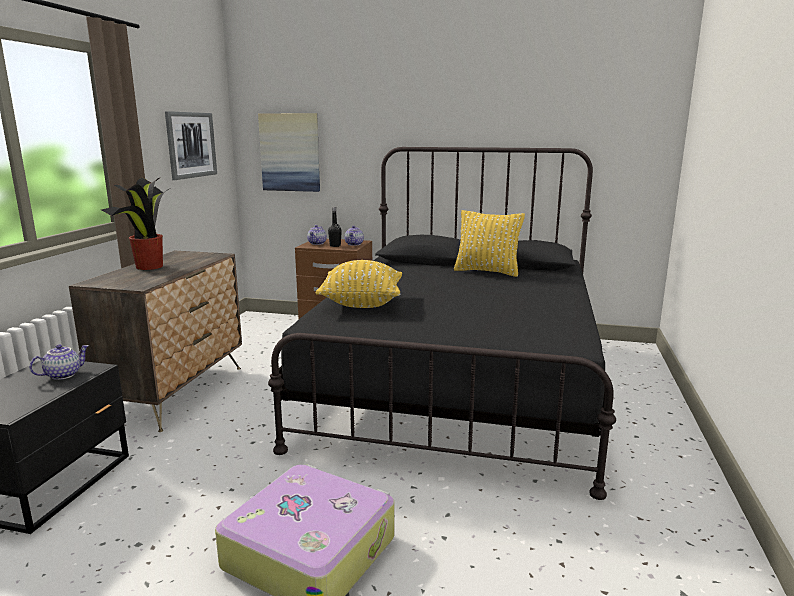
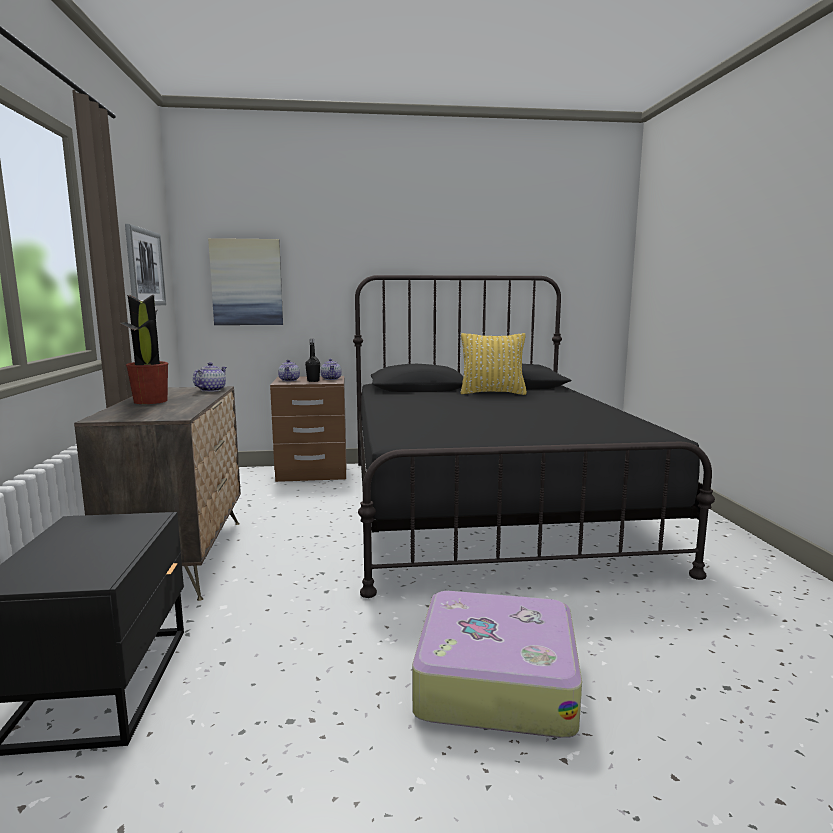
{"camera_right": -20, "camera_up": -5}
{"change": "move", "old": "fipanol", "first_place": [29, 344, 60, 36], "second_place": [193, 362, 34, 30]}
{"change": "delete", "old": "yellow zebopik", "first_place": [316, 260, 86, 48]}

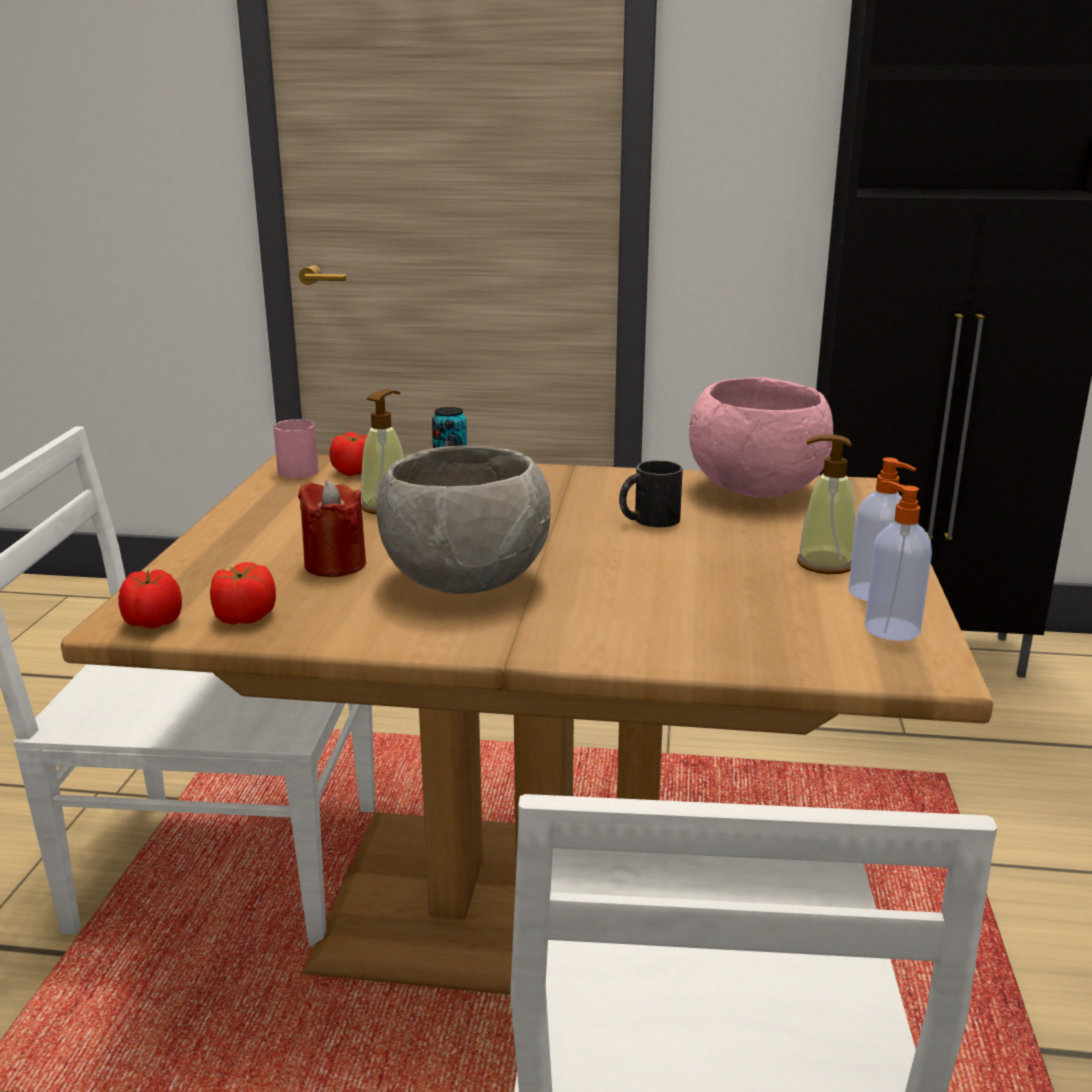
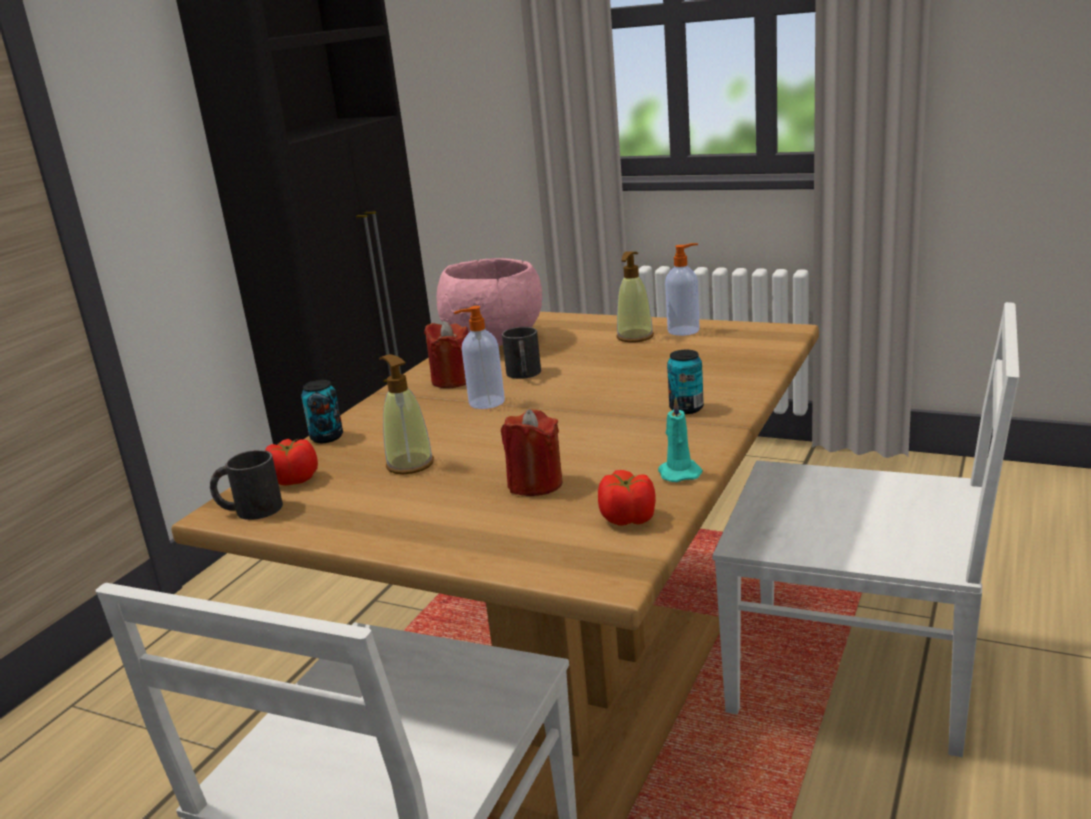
{"camera_right": -70, "camera_up": 0}
{"change": "recolor", "old": "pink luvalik", "new": "black luvalik", "first_place": [273, 419, 46, 59], "second_place": [210, 450, 73, 70]}
{"change": "insert", "new": "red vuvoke", "second_place": [424, 321, 44, 67]}
{"change": "move", "old": "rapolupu", "first_place": [865, 480, 67, 161], "second_place": [454, 306, 51, 103]}
{"change": "insert", "new": "turquoise vuvoke", "second_place": [658, 397, 45, 85]}
{"change": "insert", "new": "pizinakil", "second_place": [667, 350, 37, 64]}
{"change": "delete", "old": "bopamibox", "first_place": [118, 570, 64, 58]}
{"change": "delete", "old": "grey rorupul", "first_place": [376, 445, 175, 149]}

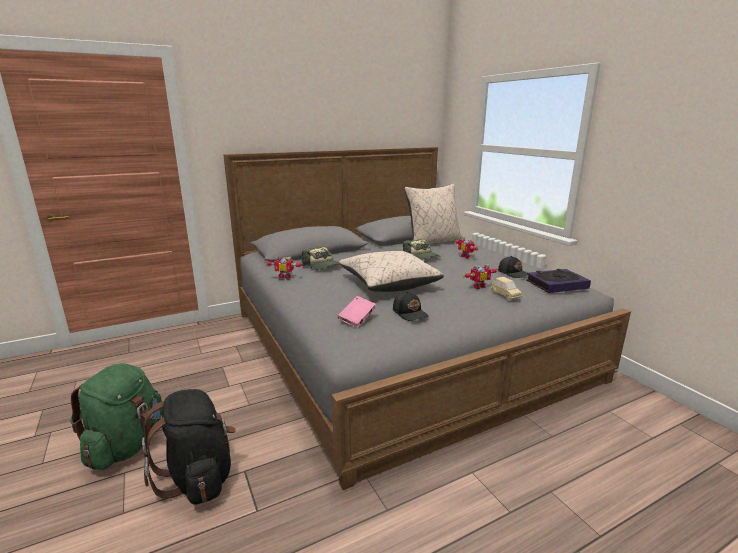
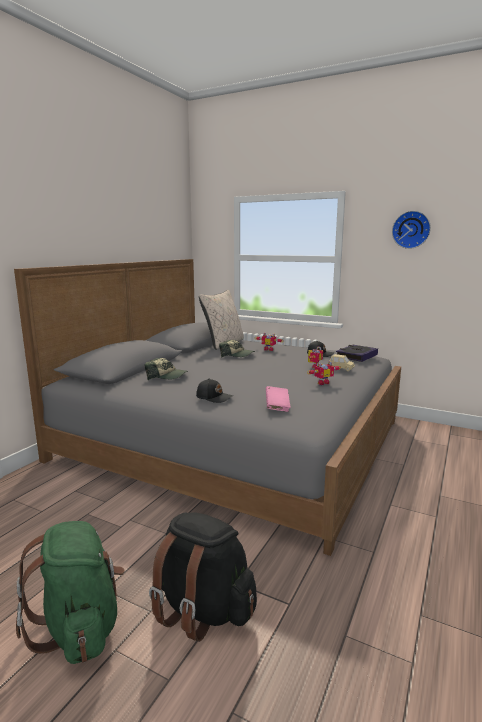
{"camera_right": -35, "camera_up": -5}
{"change": "move", "old": "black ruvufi", "first_place": [393, 291, 36, 30], "second_place": [196, 378, 37, 25]}
{"change": "move", "old": "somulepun", "first_place": [265, 256, 39, 23], "second_place": [307, 361, 34, 24]}
{"change": "insert", "new": "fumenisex", "second_place": [392, 211, 39, 38]}
{"change": "delete", "old": "beige zebopik", "first_place": [339, 251, 105, 41]}

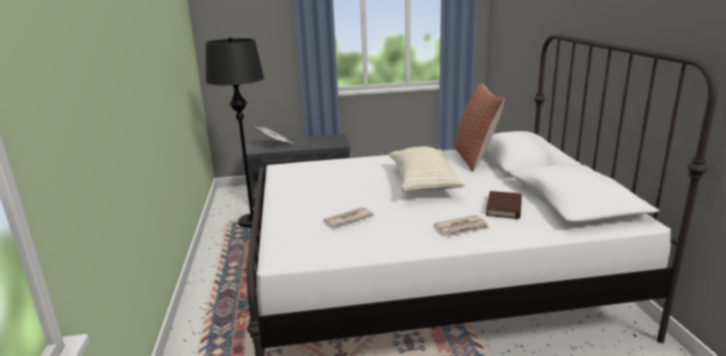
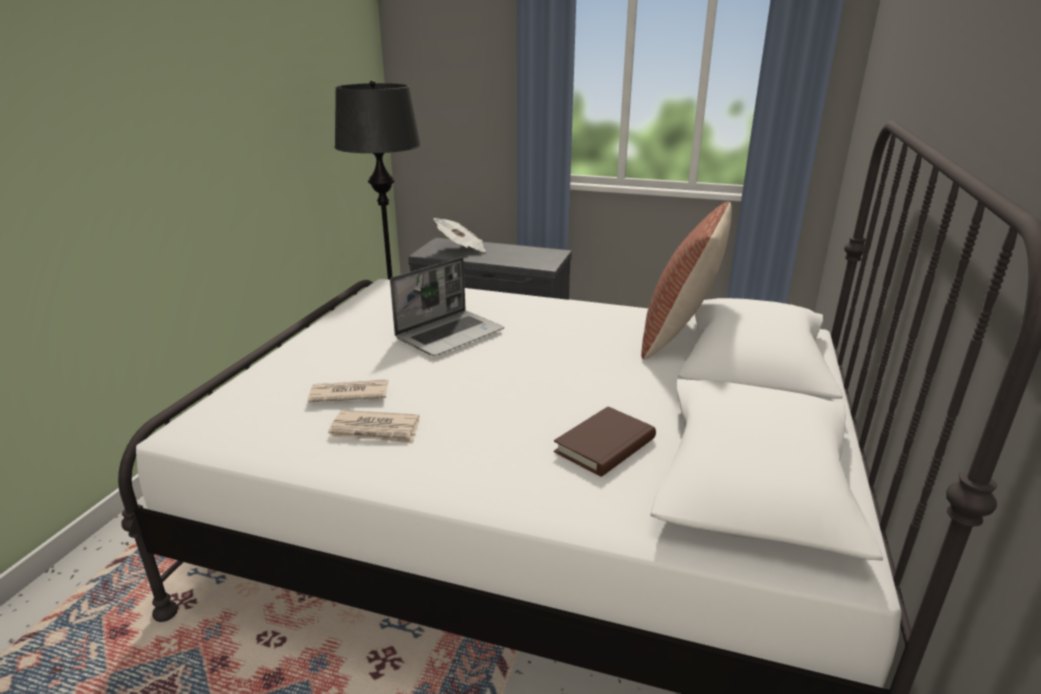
{"camera_right": 25, "camera_up": 5}
{"change": "move", "old": "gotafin", "first_place": [434, 215, 56, 21], "second_place": [328, 410, 91, 34]}
{"change": "insert", "new": "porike", "second_place": [390, 257, 114, 99]}
{"change": "delete", "old": "beige zebopik", "first_place": [389, 146, 76, 46]}

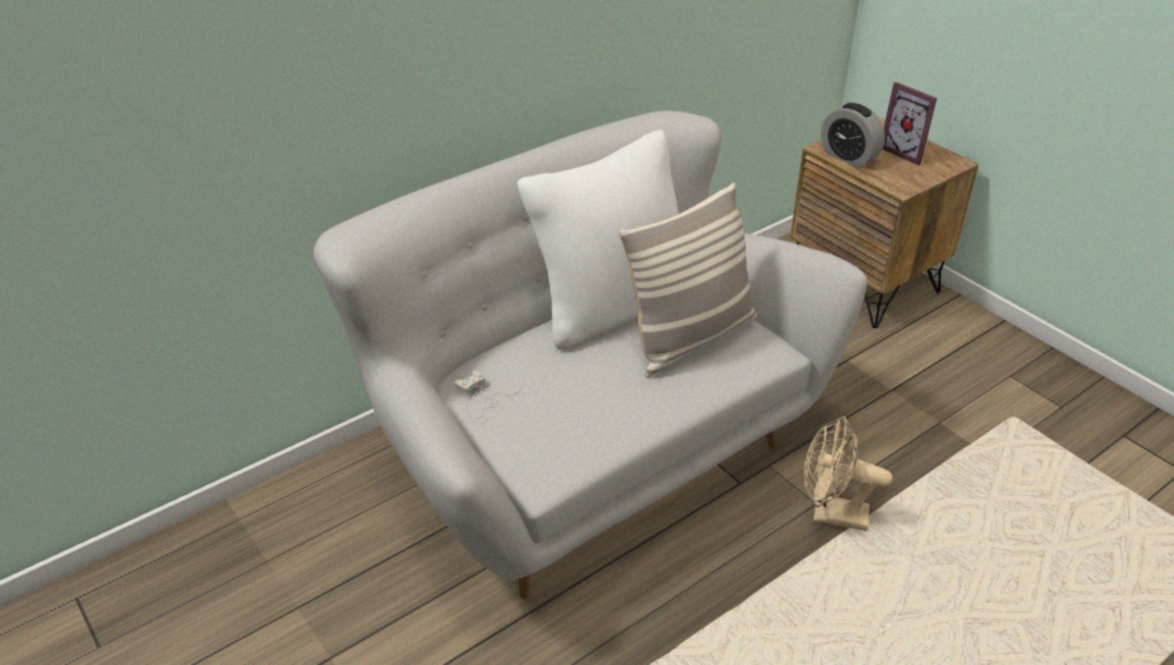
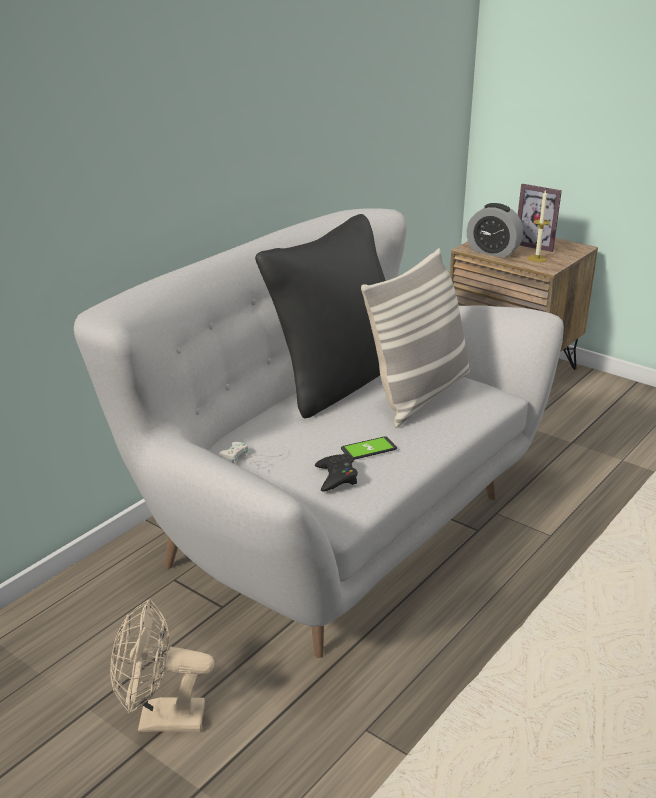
{"camera_right": -15, "camera_up": -10}
{"change": "move", "old": "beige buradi", "first_place": [804, 416, 89, 115], "second_place": [110, 599, 105, 133]}
{"change": "recolor", "old": "white zebopik", "new": "black zebopik", "first_place": [517, 130, 162, 220], "second_place": [255, 214, 131, 204]}
{"change": "insert", "new": "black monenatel", "second_place": [315, 453, 43, 38]}
{"change": "insert", "new": "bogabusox", "second_place": [341, 436, 56, 24]}
{"change": "insert", "new": "vuvoke", "second_place": [528, 189, 22, 73]}

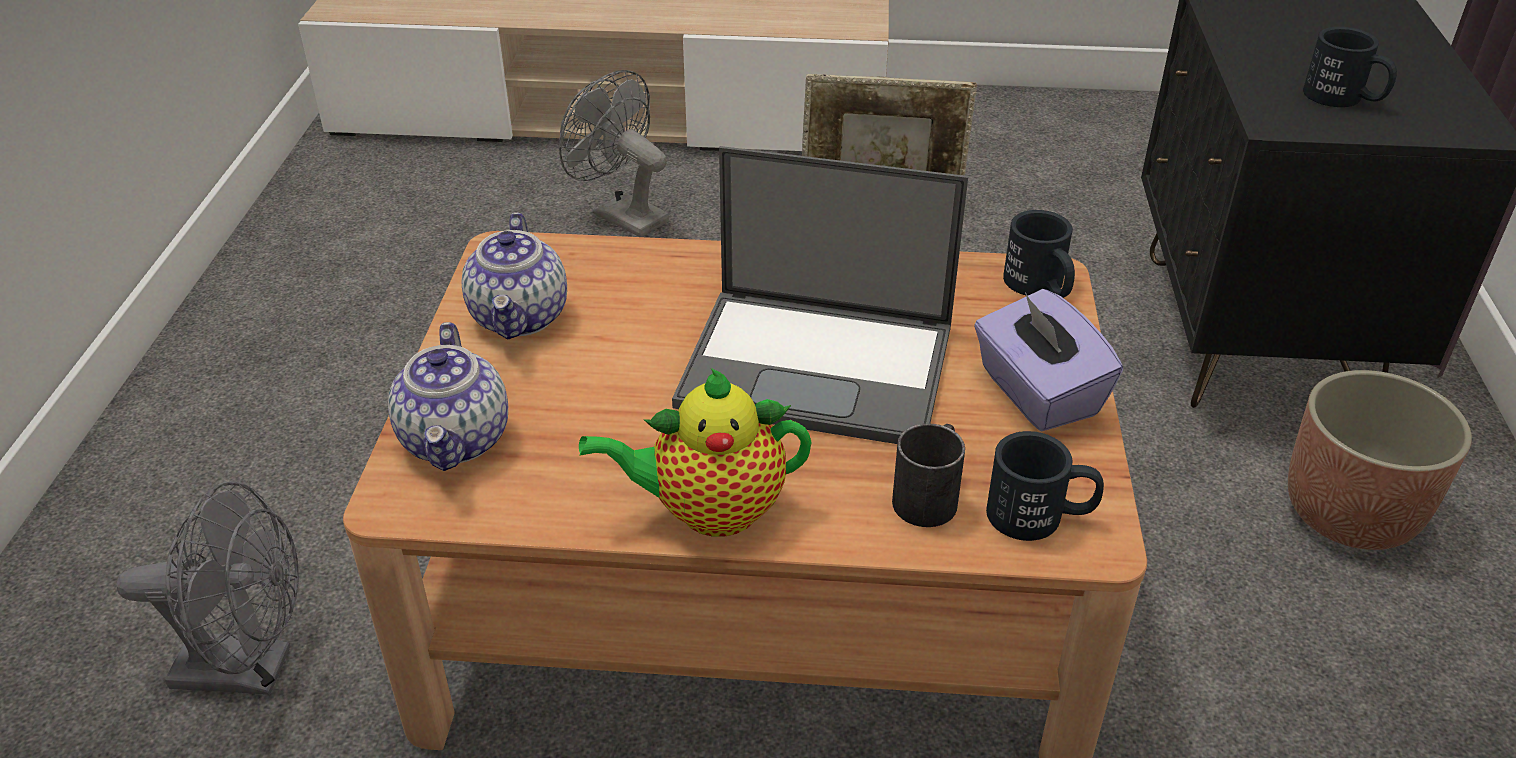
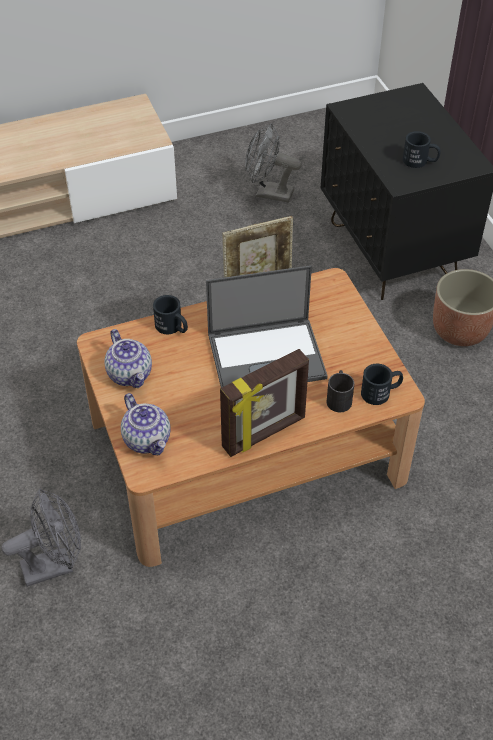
{"camera_right": -25, "camera_up": 10}
{"change": "move", "old": "black luvalik", "first_place": [1003, 210, 72, 88], "second_place": [153, 295, 35, 39]}
{"change": "replace", "old": "fipanol", "new": "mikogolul", "first_place": [579, 368, 232, 169], "second_place": [220, 349, 89, 108]}
{"change": "move", "old": "grey buradi", "first_place": [559, 70, 110, 167], "second_place": [245, 123, 57, 80]}
{"change": "delete", "old": "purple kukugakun", "first_place": [974, 289, 149, 142]}

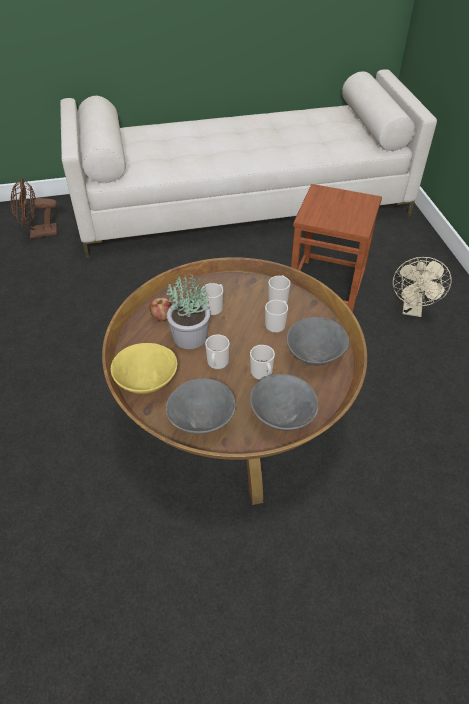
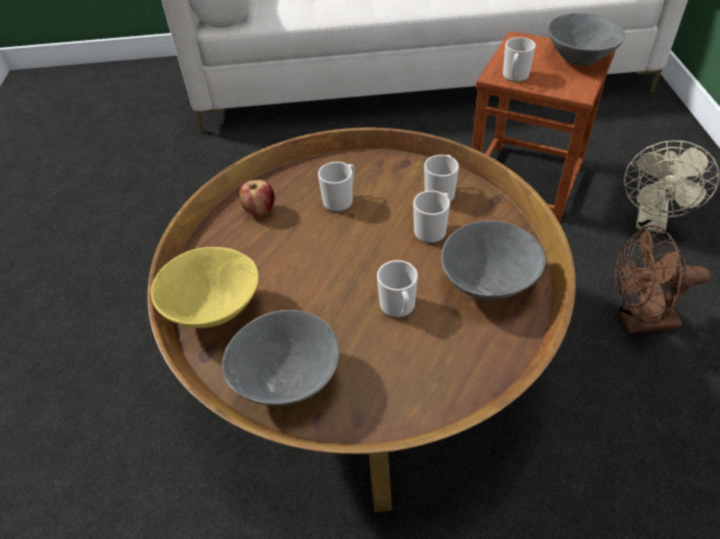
{"camera_right": 10, "camera_up": 0}
{"change": "move", "old": "luvalik", "first_place": [205, 334, 25, 36], "second_place": [503, 37, 33, 45]}
{"change": "move", "old": "grey rorupul", "first_place": [250, 374, 68, 57], "second_place": [548, 13, 77, 53]}
{"change": "move", "old": "brown buradi", "first_place": [11, 178, 46, 60], "second_place": [615, 225, 96, 109]}
{"change": "delete", "old": "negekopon", "first_place": [167, 274, 43, 75]}

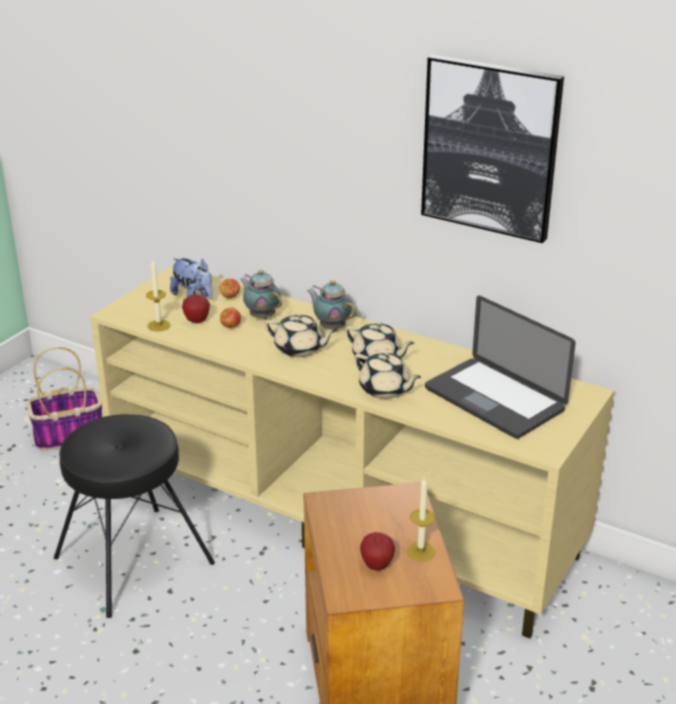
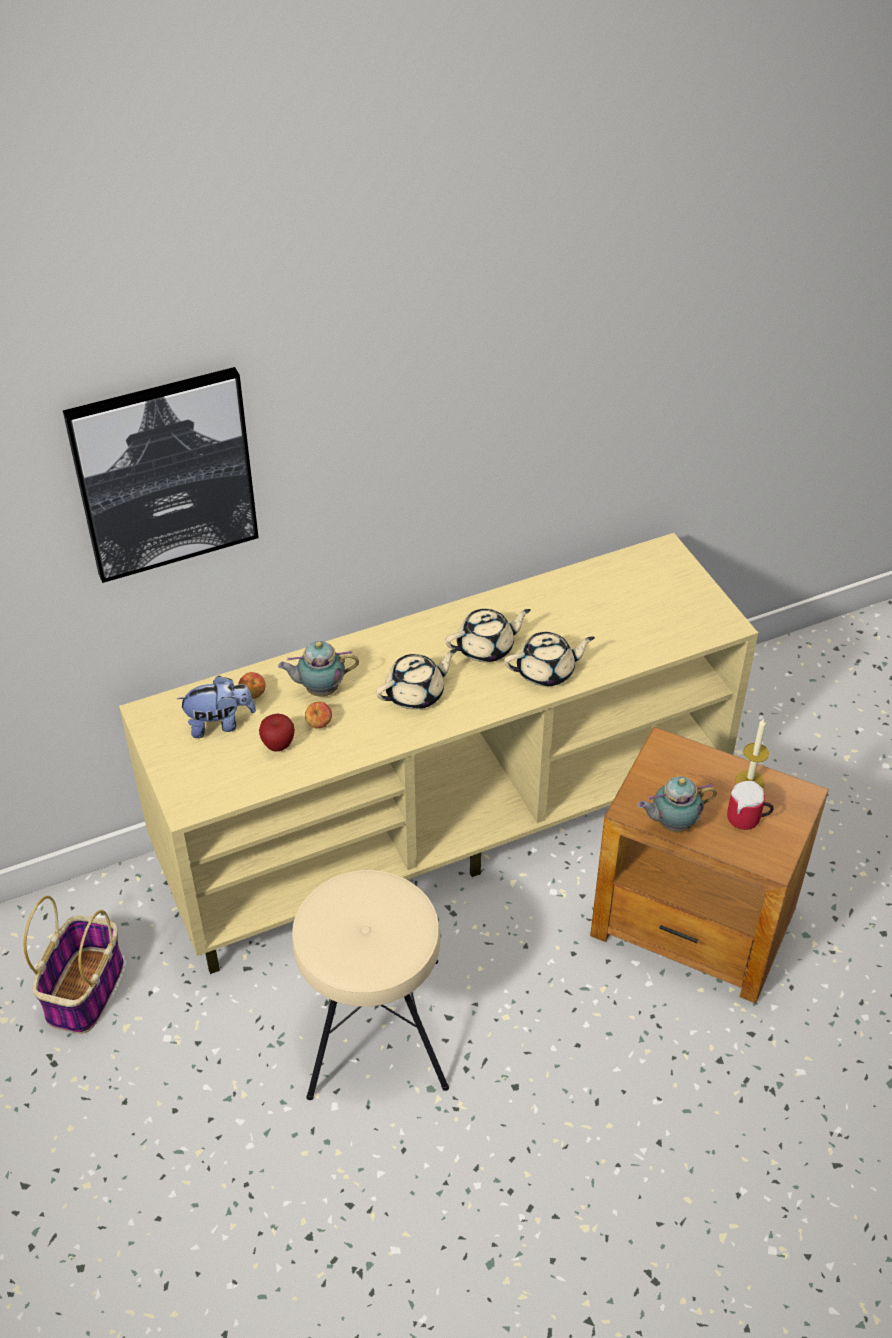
{"camera_right": -55, "camera_up": 15}
{"change": "move", "old": "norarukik", "first_place": [421, 55, 143, 188], "second_place": [63, 367, 196, 216]}
{"change": "recolor", "old": "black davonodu", "new": "beige davonodu", "first_place": [54, 414, 161, 204], "second_place": [292, 870, 157, 230]}
{"change": "move", "old": "fipanol", "first_place": [307, 280, 50, 50], "second_place": [638, 776, 79, 57]}
{"change": "replace", "old": "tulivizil", "new": "luvalik", "first_place": [360, 532, 35, 38], "second_place": [727, 781, 47, 49]}
{"change": "delete", "old": "vuvoke", "first_place": [146, 260, 24, 71]}
{"change": "delete", "old": "porike", "first_place": [425, 296, 151, 143]}

